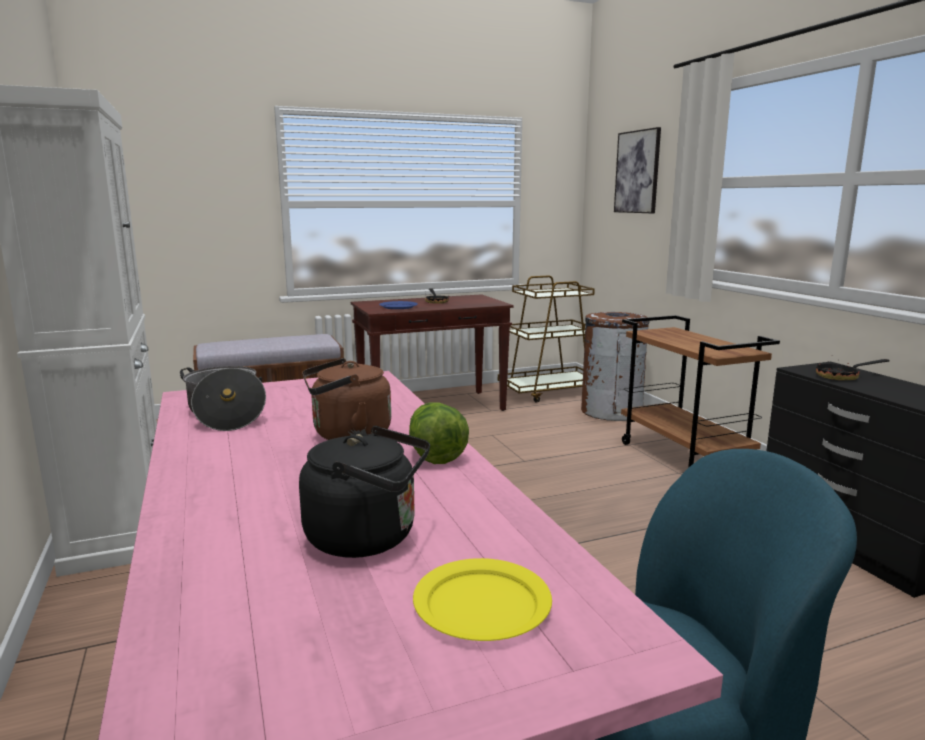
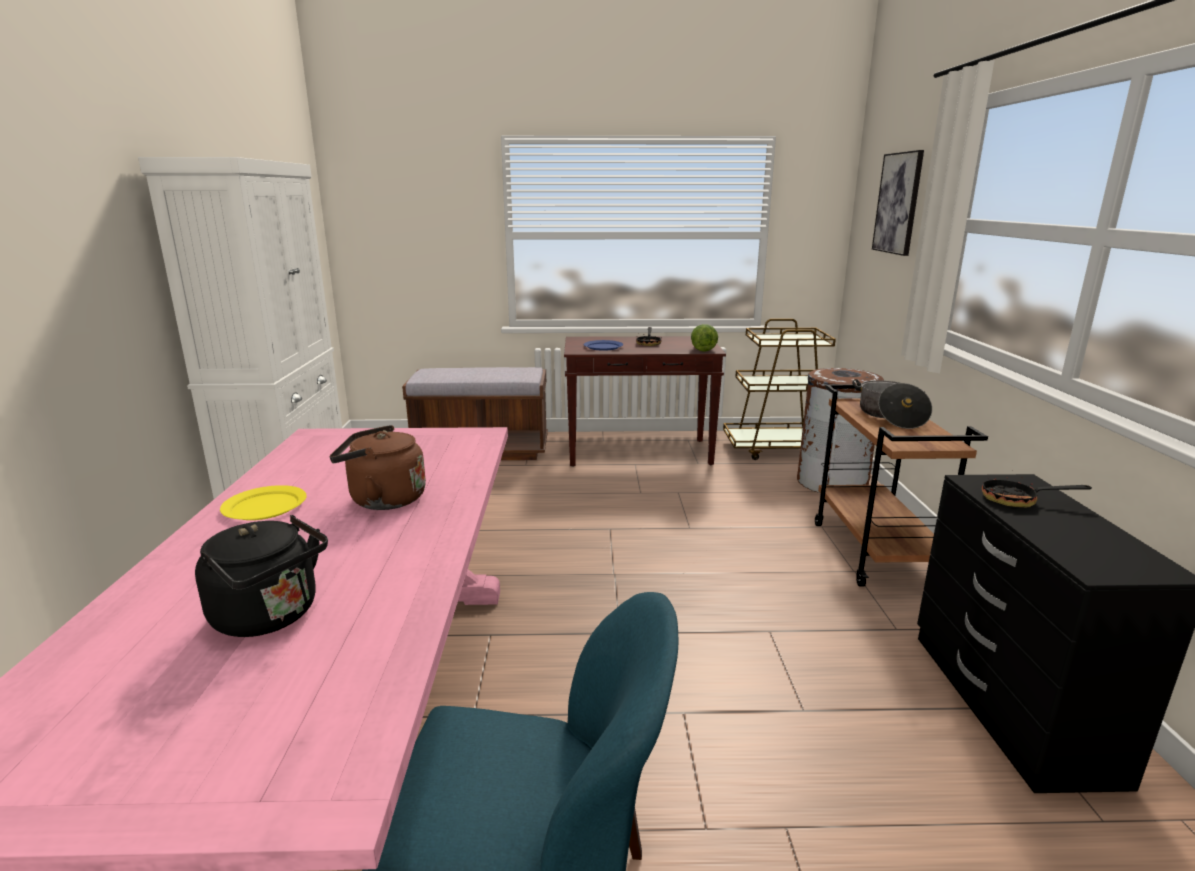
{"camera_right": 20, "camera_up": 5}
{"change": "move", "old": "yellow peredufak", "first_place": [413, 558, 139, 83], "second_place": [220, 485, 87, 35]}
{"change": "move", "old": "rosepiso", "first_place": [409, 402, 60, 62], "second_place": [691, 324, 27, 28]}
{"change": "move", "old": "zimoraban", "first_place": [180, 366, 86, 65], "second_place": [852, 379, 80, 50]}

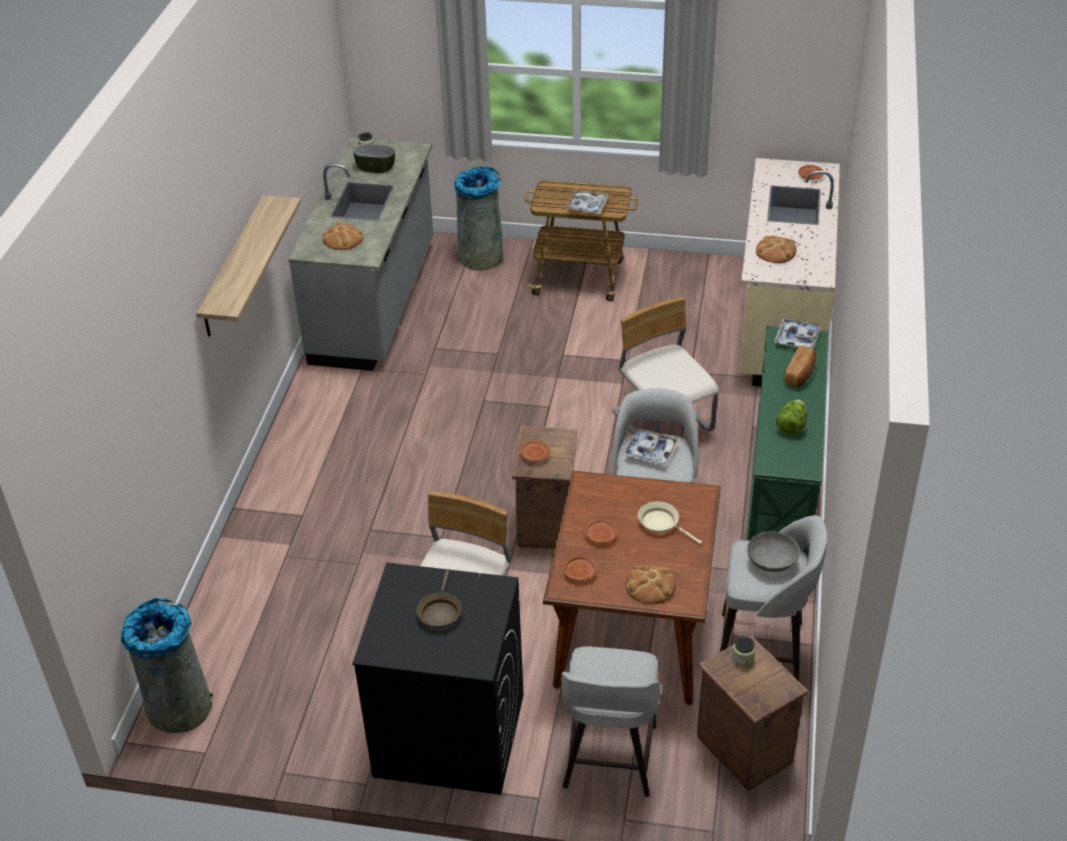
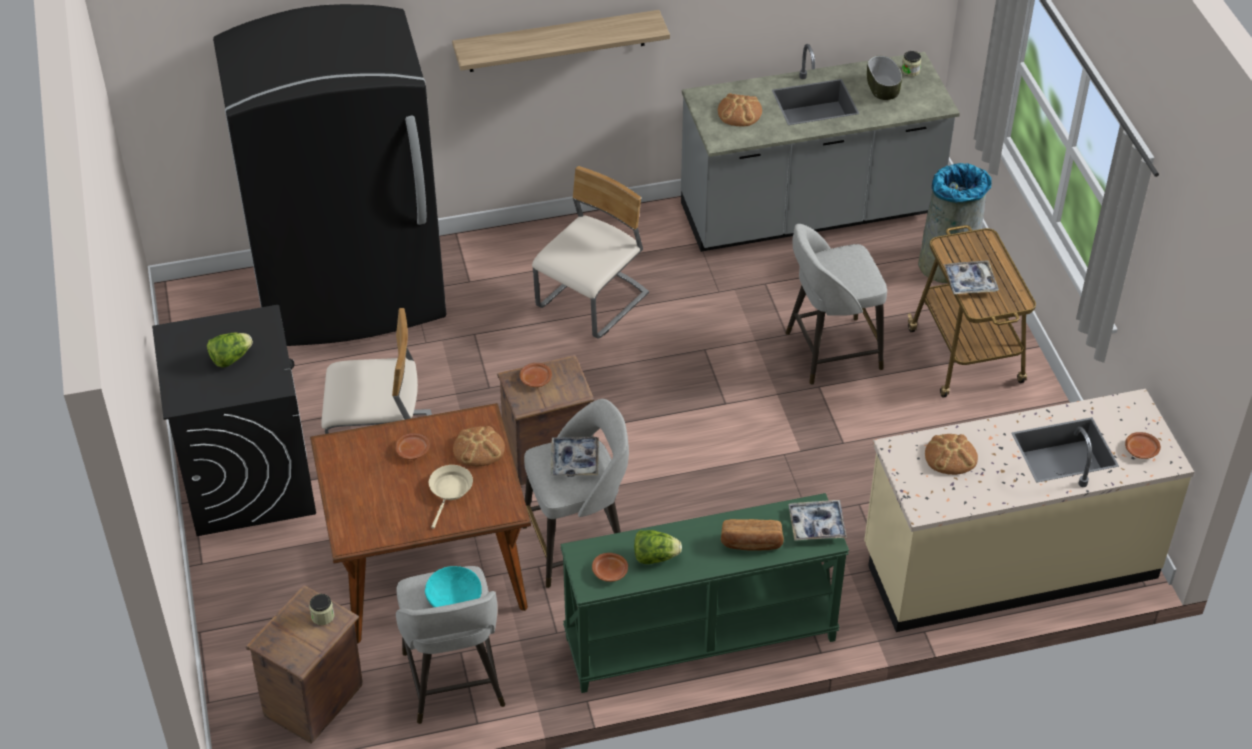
{"camera_right": 65, "camera_up": 5}
{"change": "replace", "old": "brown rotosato", "new": "rosepiso", "first_place": [417, 571, 45, 57], "second_place": [207, 333, 46, 34]}
{"change": "insert", "new": "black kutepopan", "second_place": [213, 4, 233, 342]}
{"change": "recolor", "old": "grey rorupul", "new": "turquoise rorupul", "first_place": [747, 531, 53, 41], "second_place": [425, 566, 57, 41]}
{"change": "move", "old": "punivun", "first_place": [626, 565, 50, 39], "second_place": [453, 426, 52, 41]}
{"change": "move", "old": "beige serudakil", "first_place": [612, 297, 107, 137], "second_place": [532, 166, 117, 173]}
{"change": "move", "old": "brown peredufak", "first_place": [563, 555, 34, 26], "second_place": [592, 553, 36, 29]}
{"change": "move", "old": "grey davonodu", "first_place": [561, 646, 100, 151], "second_place": [786, 224, 101, 161]}
{"change": "delete", "old": "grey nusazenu", "first_place": [121, 598, 92, 135]}

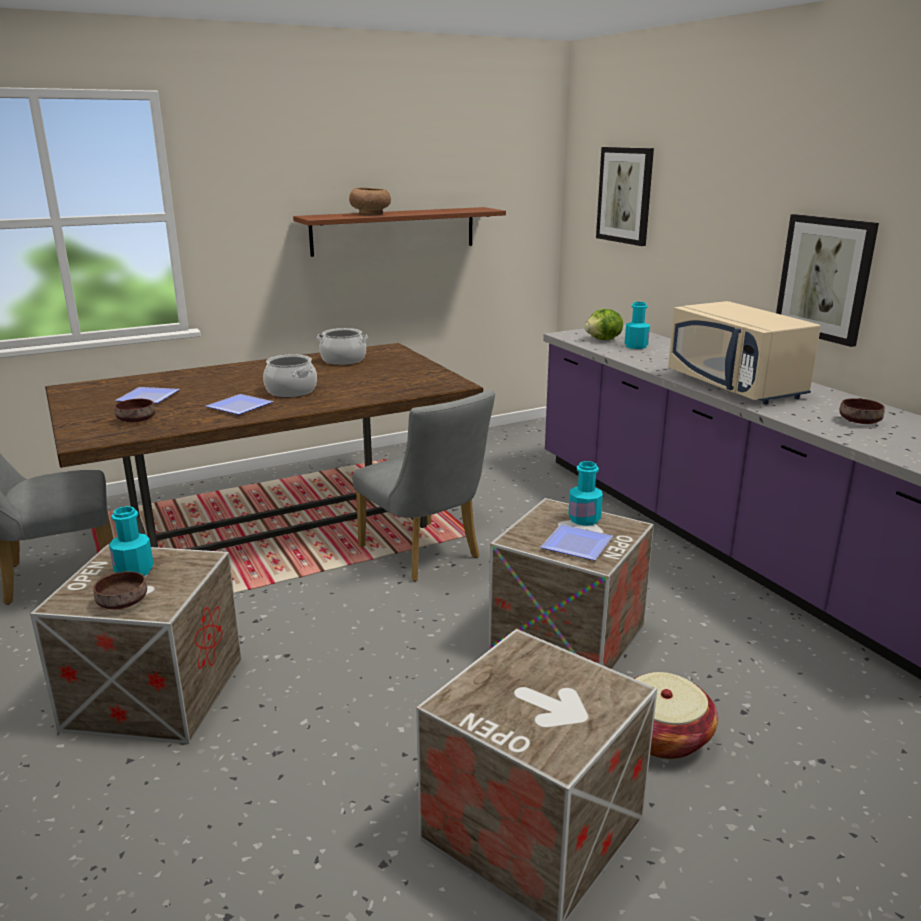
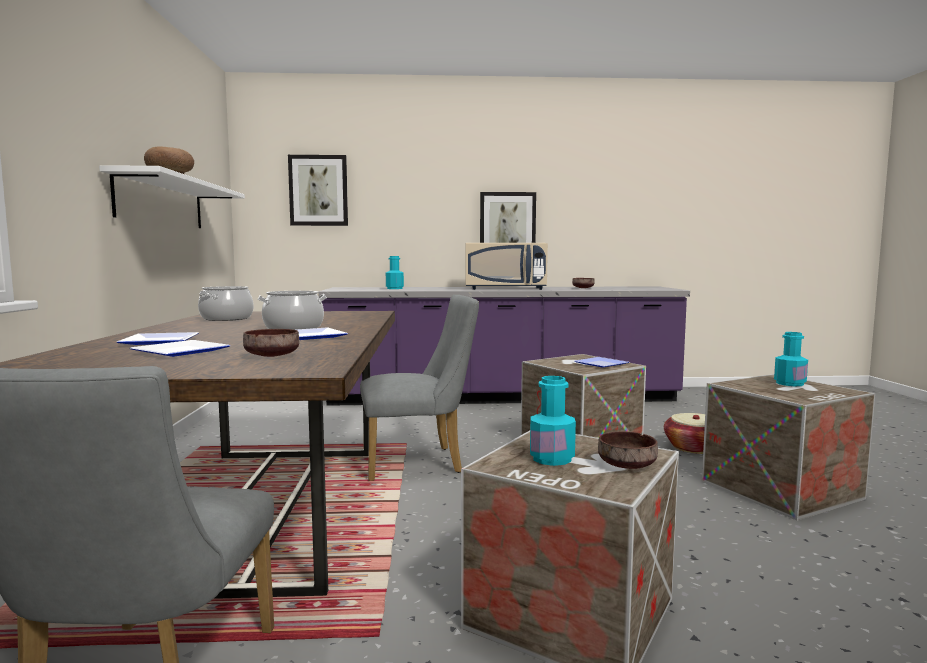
{"camera_right": -65, "camera_up": -15}
{"change": "recolor", "old": "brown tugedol", "new": "white tugedol", "first_place": [293, 207, 213, 50], "second_place": [99, 165, 146, 63]}
{"change": "insert", "new": "peredufak", "second_place": [117, 332, 81, 13]}
{"change": "move", "old": "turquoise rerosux", "first_place": [569, 461, 34, 65], "second_place": [774, 332, 34, 54]}
{"change": "delete", "old": "rosepiso", "first_place": [584, 309, 39, 31]}

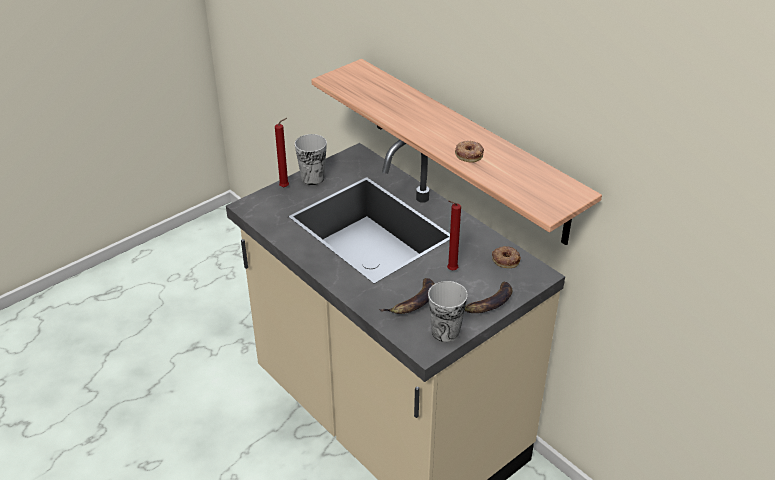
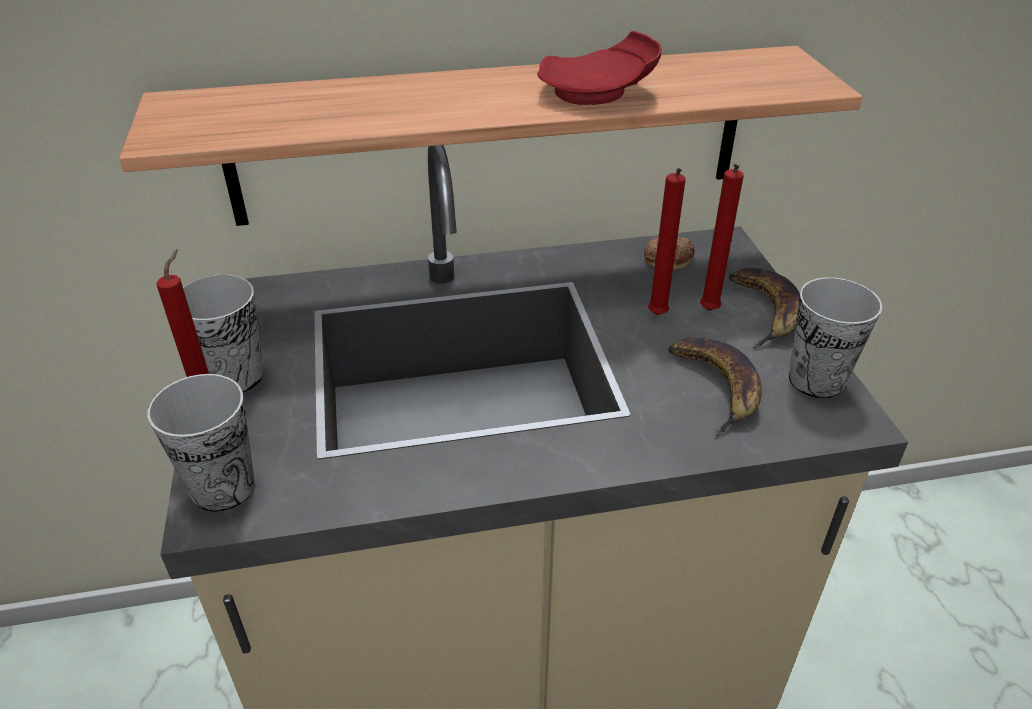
{"camera_right": -60, "camera_up": 0}
{"change": "insert", "new": "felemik", "second_place": [147, 374, 108, 138]}
{"change": "replace", "old": "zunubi", "new": "red peredufak", "first_place": [455, 141, 29, 21], "second_place": [537, 31, 125, 74]}
{"change": "insert", "new": "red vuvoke", "second_place": [700, 164, 44, 146]}

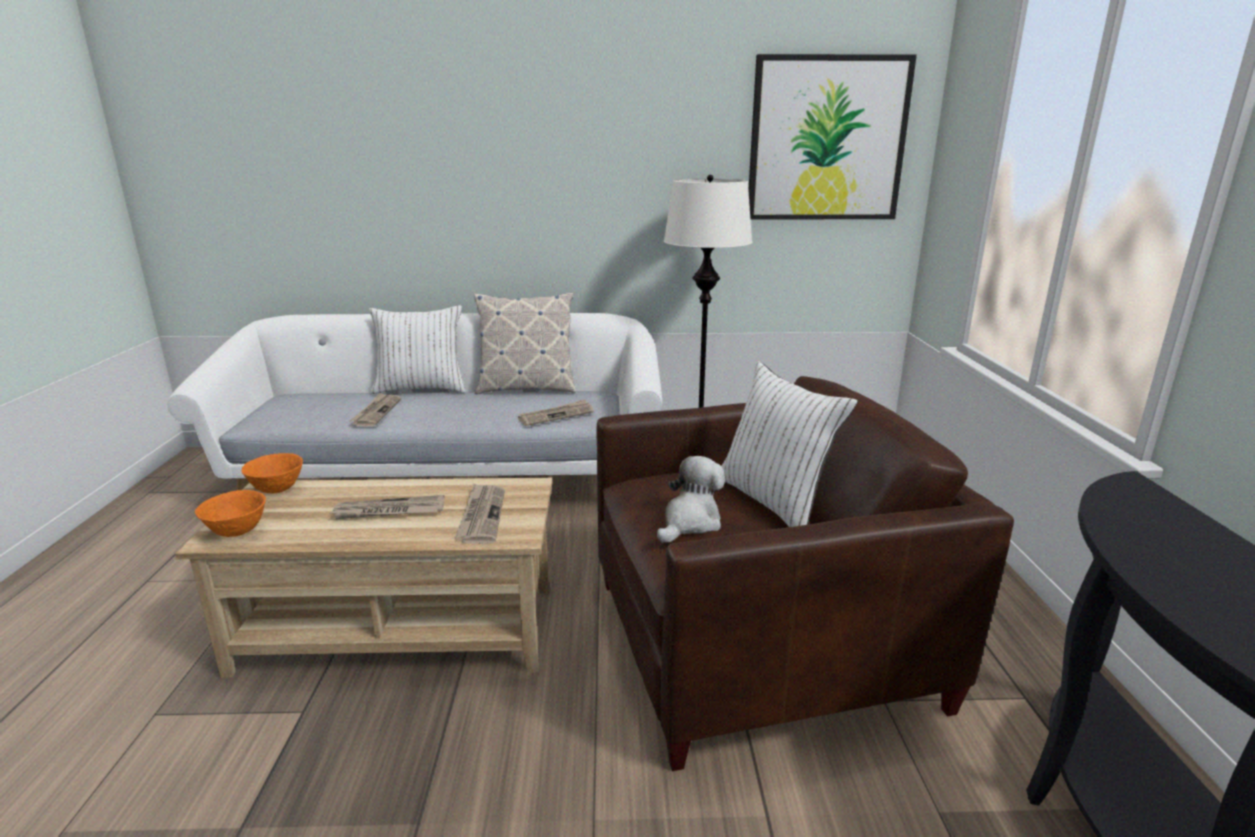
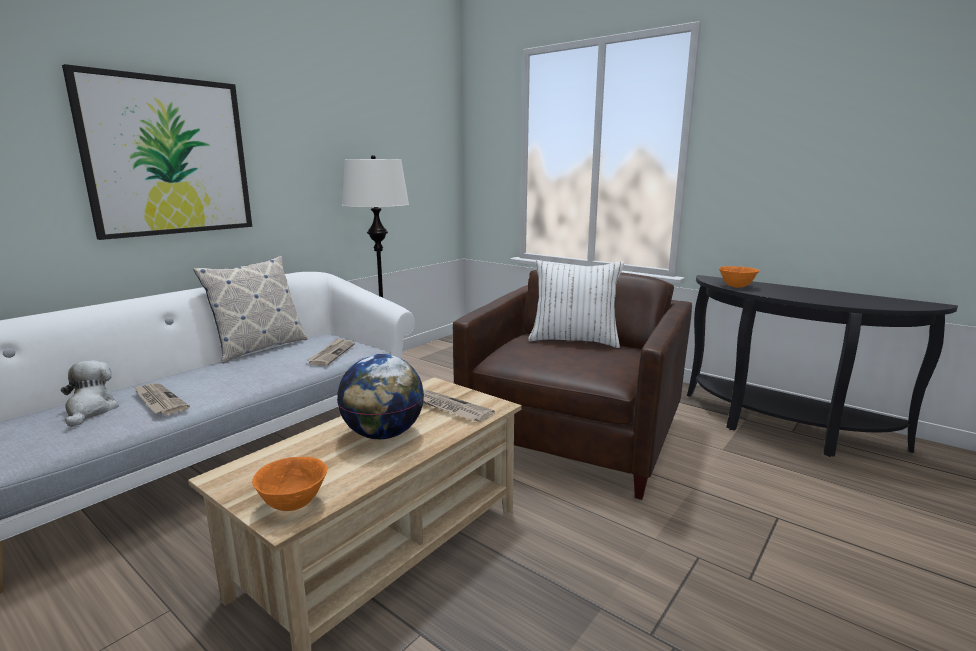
{"camera_right": -50, "camera_up": -5}
{"change": "move", "old": "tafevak", "first_place": [657, 456, 68, 87], "second_place": [61, 360, 58, 67]}
{"change": "move", "old": "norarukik", "first_place": [748, 54, 169, 166], "second_place": [62, 64, 190, 176]}
{"change": "replace", "old": "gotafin", "new": "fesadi", "first_place": [331, 495, 114, 24], "second_place": [337, 354, 87, 85]}
{"change": "move", "old": "orange rorupul", "first_place": [241, 453, 62, 40], "second_place": [719, 266, 40, 22]}
{"change": "delete", "old": "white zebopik", "first_place": [369, 305, 96, 89]}

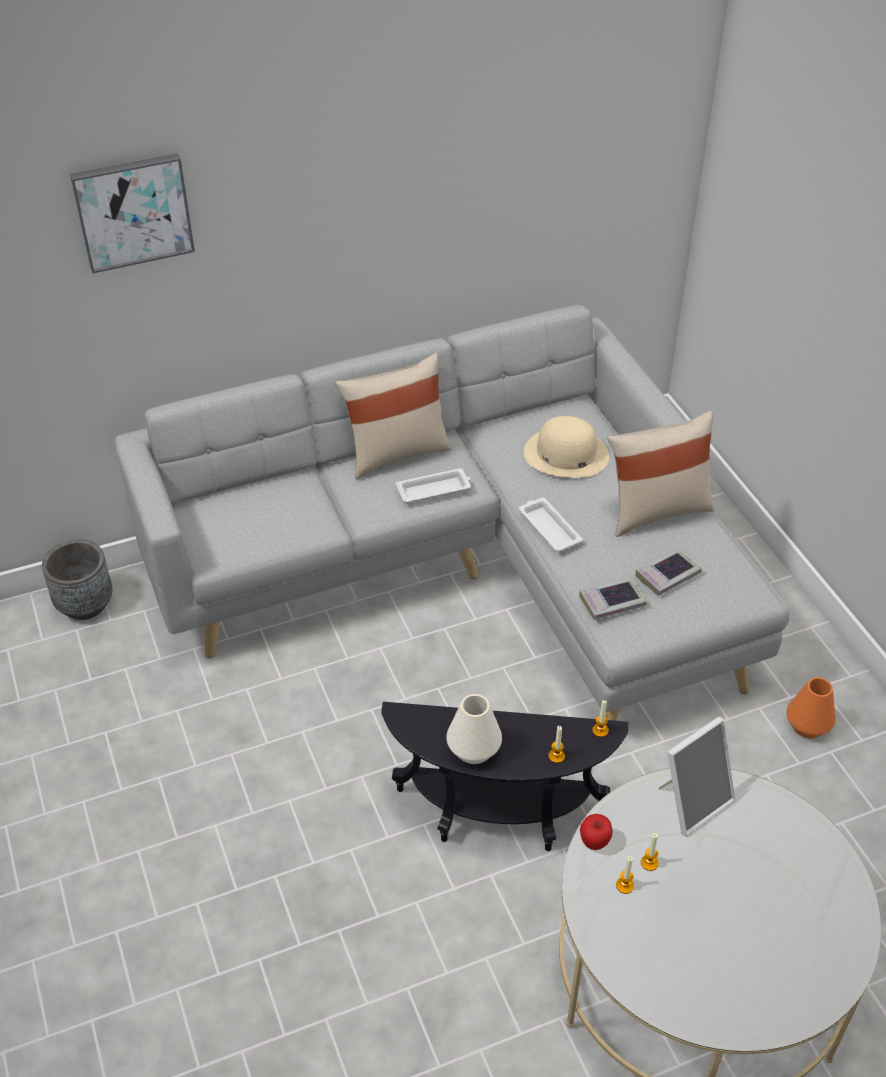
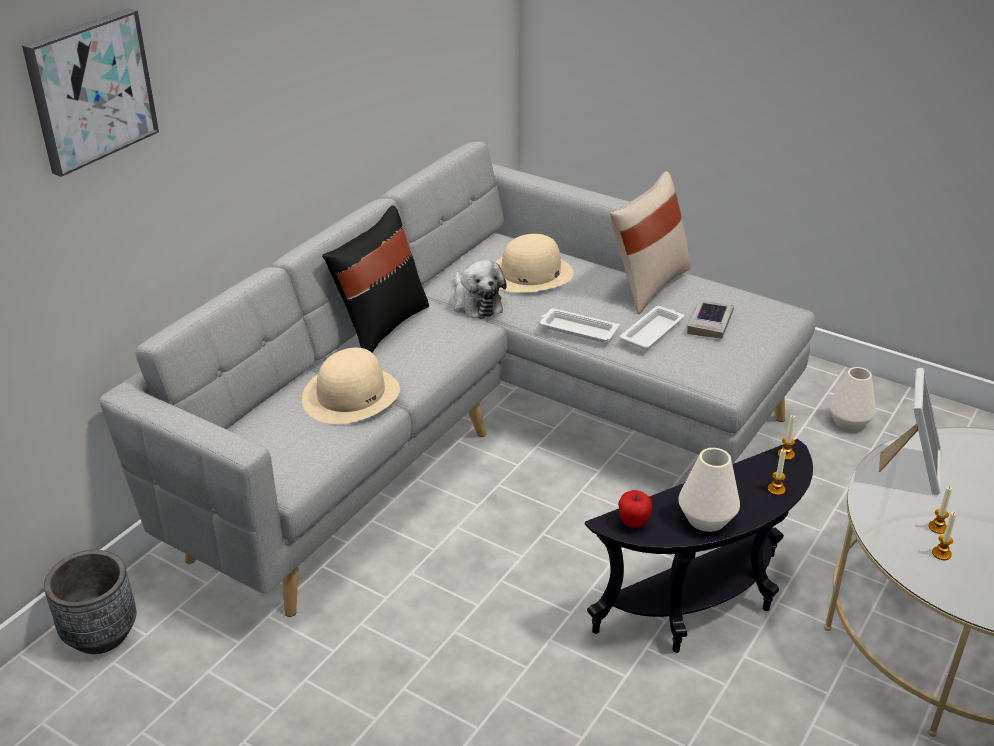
{"camera_right": -35, "camera_up": -10}
{"change": "insert", "new": "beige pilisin", "second_place": [302, 348, 98, 76]}
{"change": "recolor", "old": "beige zebopik", "new": "black zebopik", "first_place": [335, 353, 116, 126], "second_place": [322, 205, 107, 148]}
{"change": "insert", "new": "tafevak", "second_place": [454, 260, 53, 59]}
{"change": "move", "old": "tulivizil", "first_place": [580, 814, 33, 36], "second_place": [618, 490, 34, 38]}
{"change": "move", "old": "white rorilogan", "first_place": [395, 468, 76, 35], "second_place": [619, 306, 65, 43]}
{"change": "recolor", "old": "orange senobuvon", "new": "white senobuvon", "first_place": [787, 677, 49, 61], "second_place": [829, 367, 47, 64]}
{"change": "delete", "old": "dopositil", "first_place": [579, 578, 68, 42]}

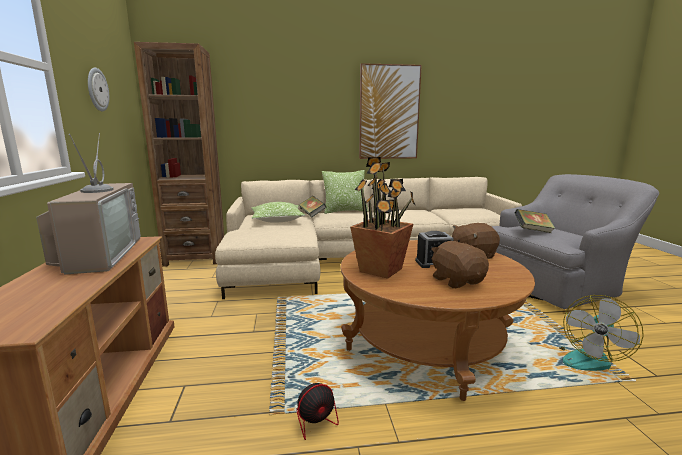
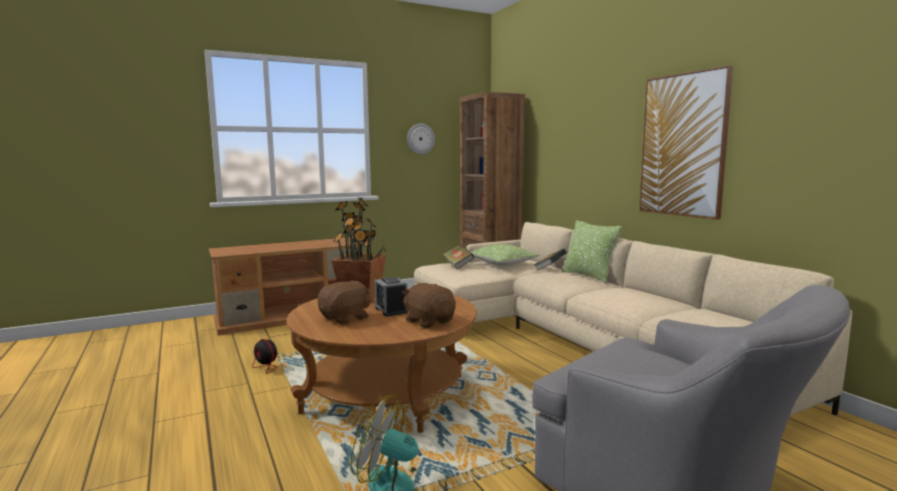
{"camera_right": 70, "camera_up": -5}
{"change": "move", "old": "dopositil", "first_place": [515, 209, 40, 24], "second_place": [443, 244, 31, 25]}
{"change": "delete", "old": "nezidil", "first_place": [36, 133, 105, 142]}

